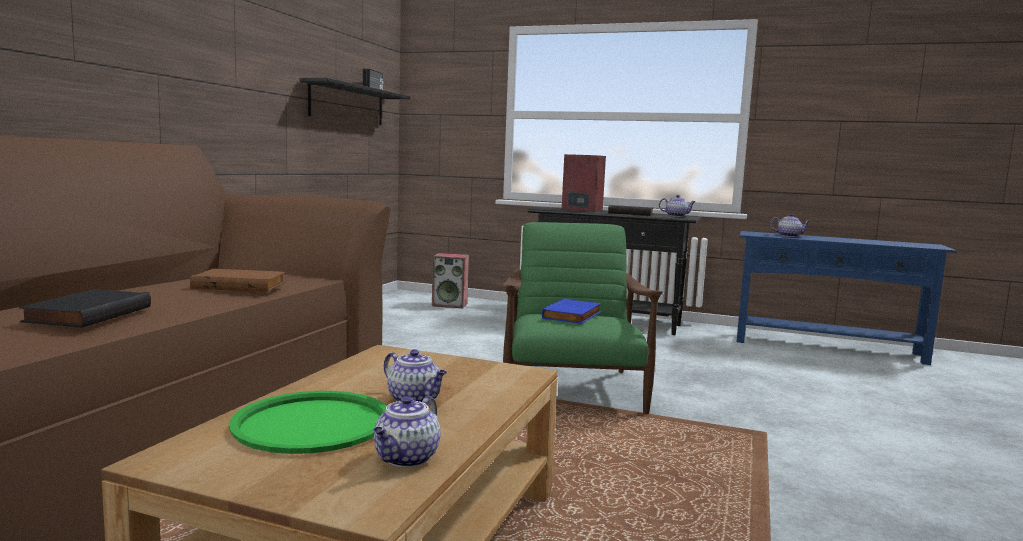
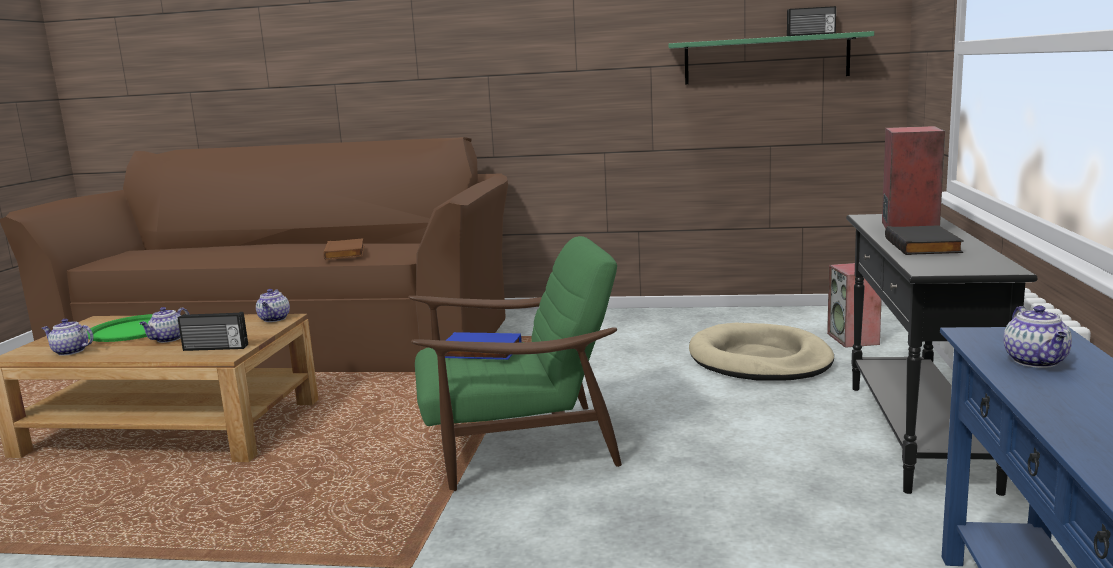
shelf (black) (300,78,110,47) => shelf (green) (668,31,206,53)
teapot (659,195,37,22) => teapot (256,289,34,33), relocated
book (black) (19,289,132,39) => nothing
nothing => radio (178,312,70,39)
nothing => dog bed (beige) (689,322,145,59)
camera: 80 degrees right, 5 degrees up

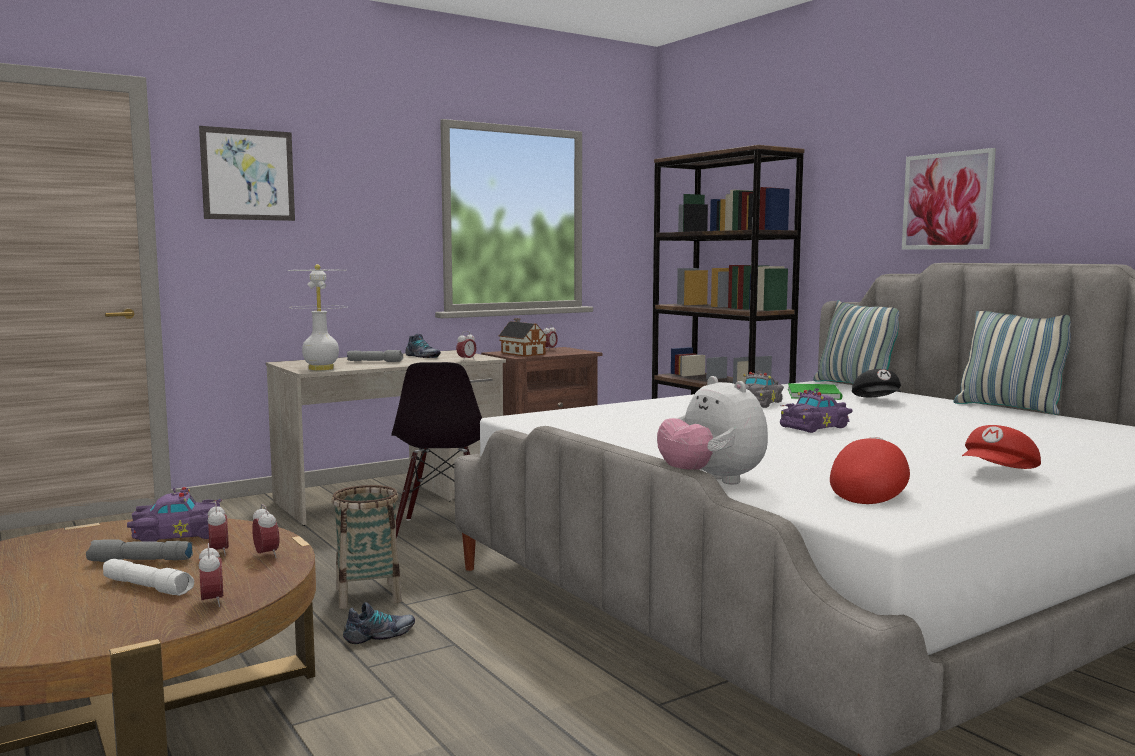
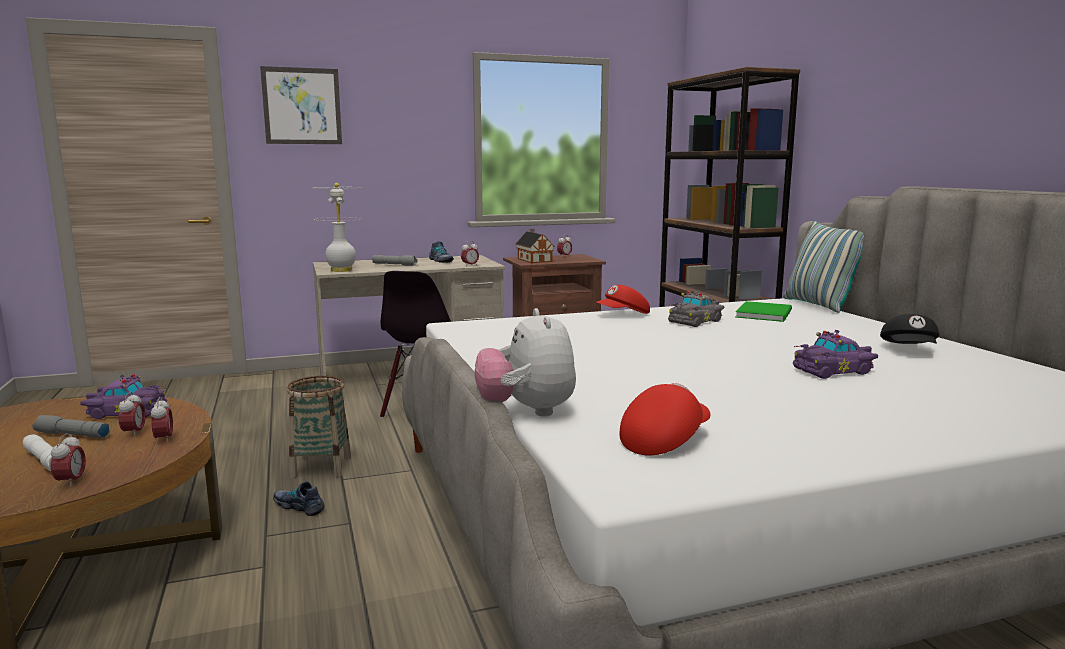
picture (902,148,94,102) => nothing
pillow (953,311,118,104) => nothing
cap (black) (852,369,49,28) => cap (black) (880,314,59,30), relocated
toy car (purple) (780,388,73,45) => toy car (purple) (793,330,85,49), relocated
cap (red) (962,425,79,44) => cap (red) (596,285,54,29), relocated
shoe (343,602,72,42) => shoe (273,481,52,35), 135 degrees counterclockwise
camera: 15 degrees right, 5 degrees up

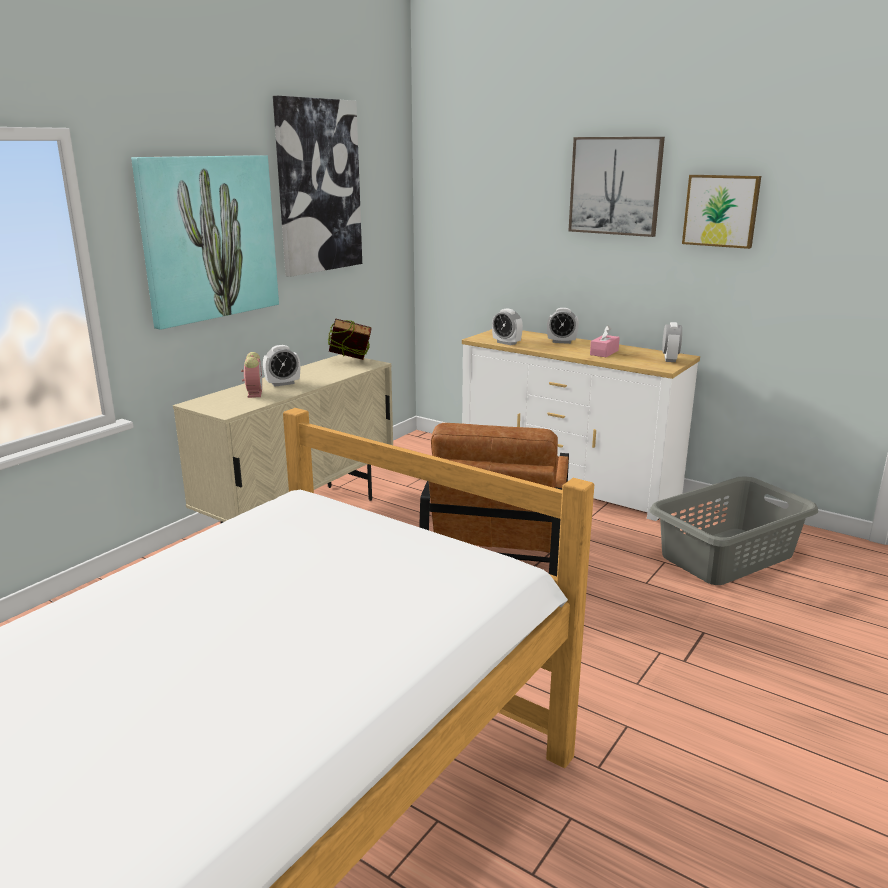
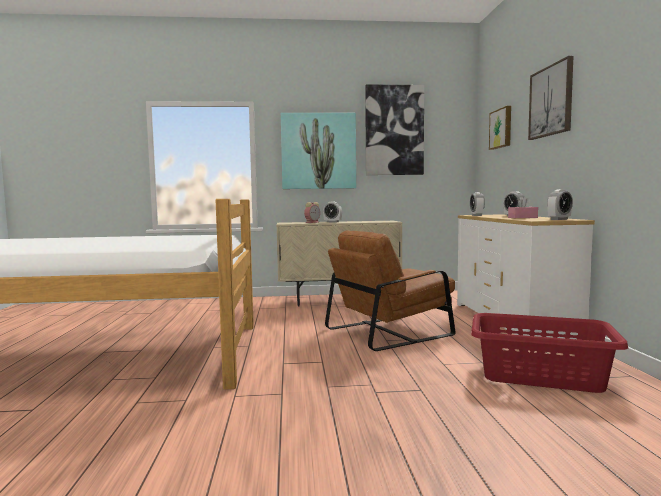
picture (682,175,79,74) => picture (489,106,22,44), relocated
book (328,318,43,42) => nothing
laundry basket (grey) (650,477,168,108) => laundry basket (red) (471,313,157,80)
camera: 50 degrees right, 15 degrees down

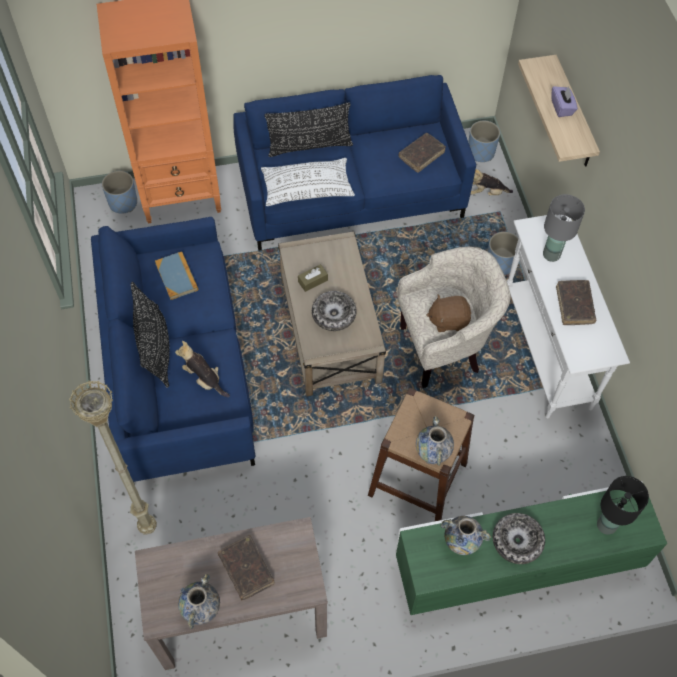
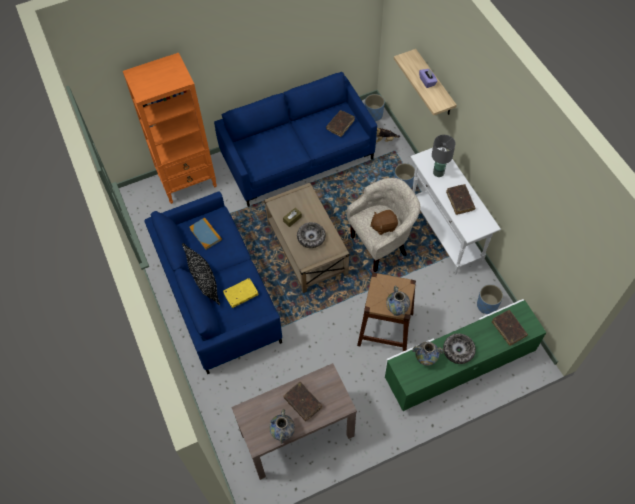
pillow (black) (264,103,89,54) => nothing
pillow (white) (261,158,94,48) => nothing
planter (blue) (102,171,35,43) => planter (blue) (477,284,26,30), relocated
plush toy (175,341,55,56) => book (yellow) (223,278,36,30)
floor lamp (beige) (69,380,88,155) => nothing
table lamp (black) (597,476,52,59) => book (brown) (492,310,36,36)
camera: 10 degrees left, 0 degrees up

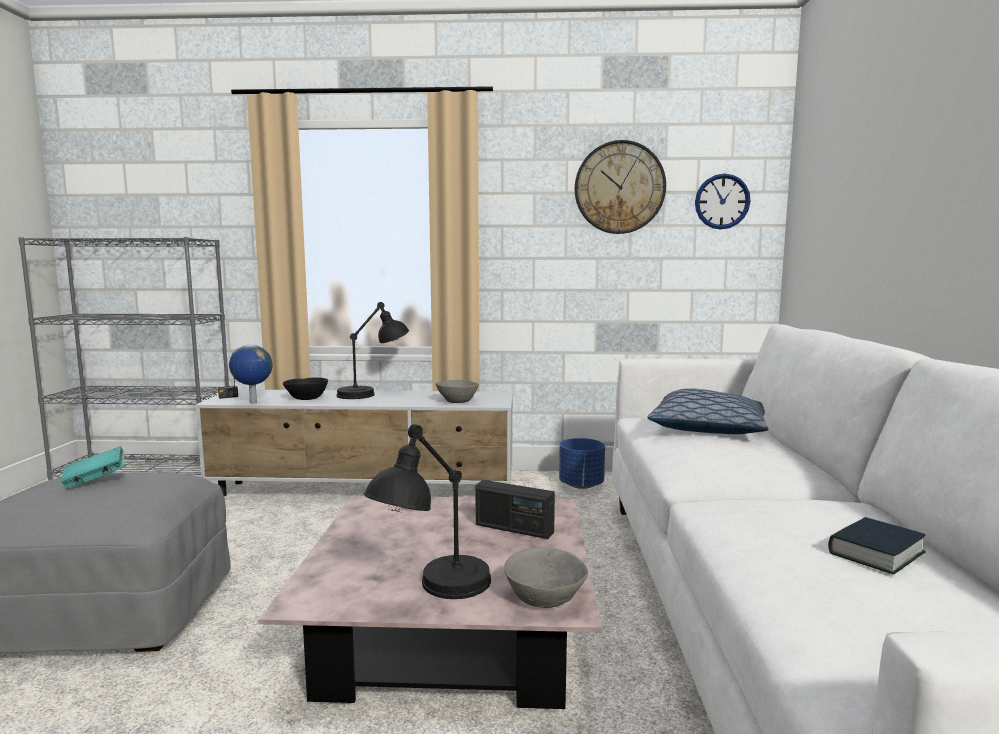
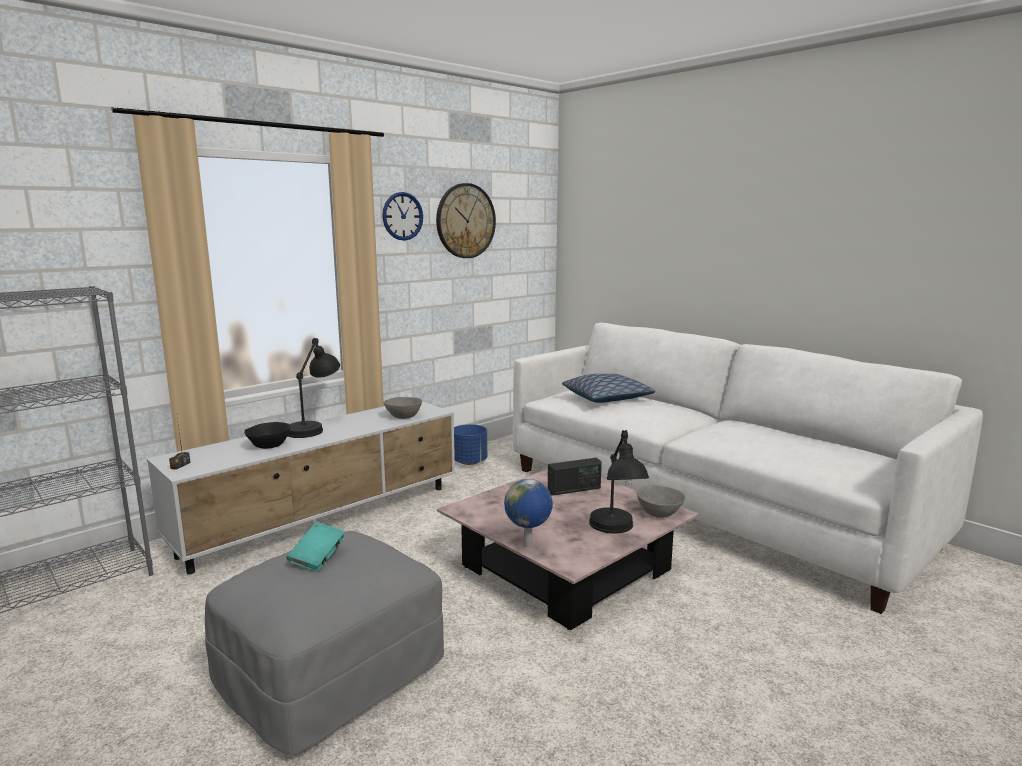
wall clock (695,173,56,57) => wall clock (382,192,41,49), relocated
globe (229,345,44,59) => globe (504,479,49,69), relocated
book (828,517,98,57) => nothing
camera: 45 degrees left, 5 degrees up

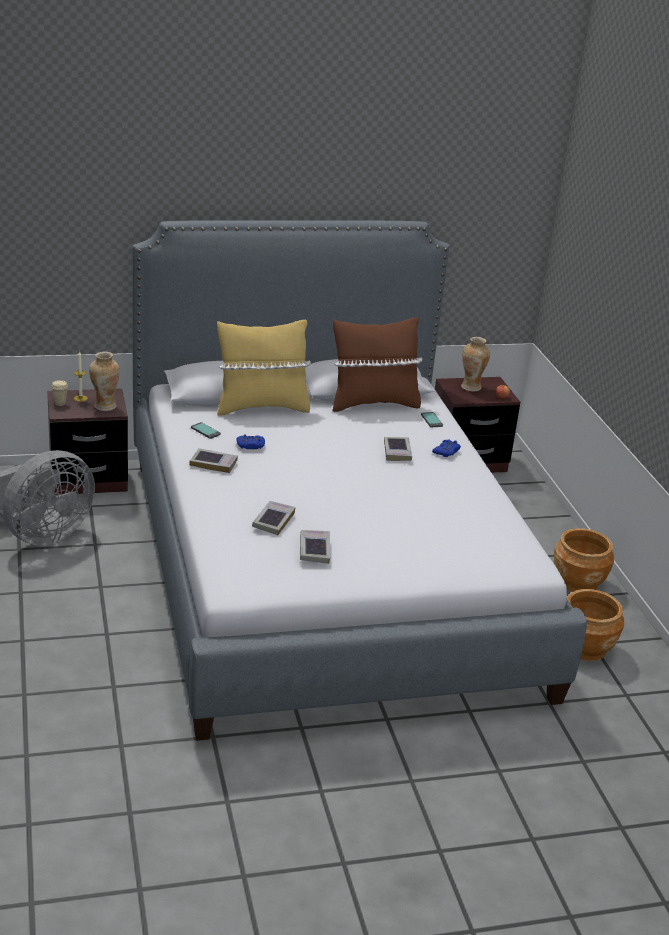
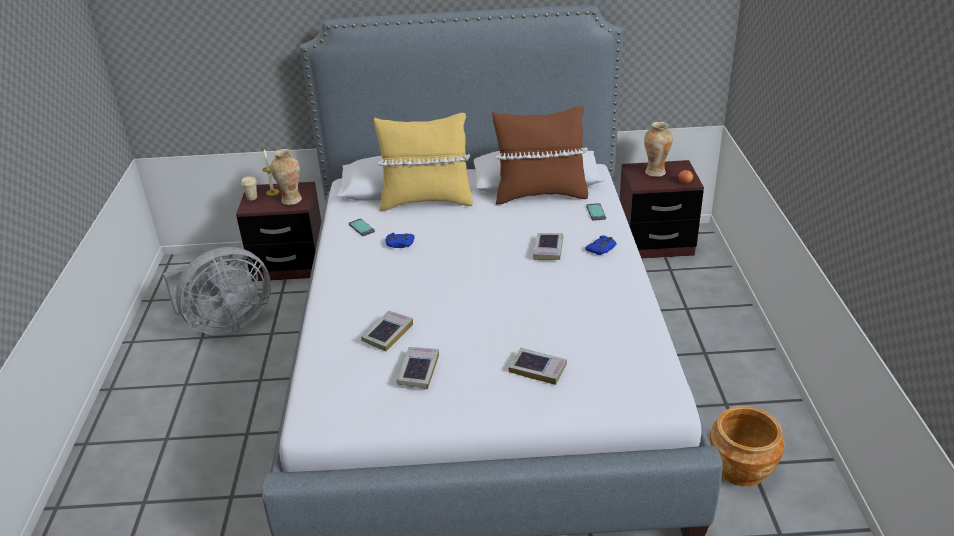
book (190,448,48,25) => book (508,348,59,37), relocated
planter (brown) (554,528,60,64) => nothing
camera: 15 degrees right, 5 degrees up

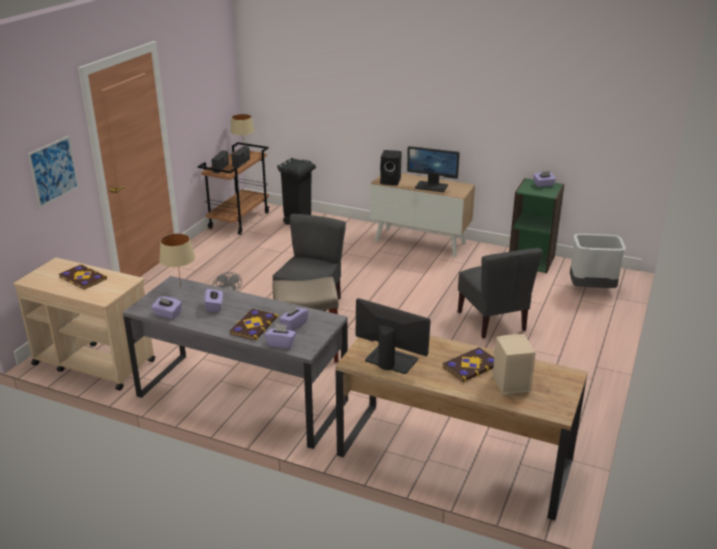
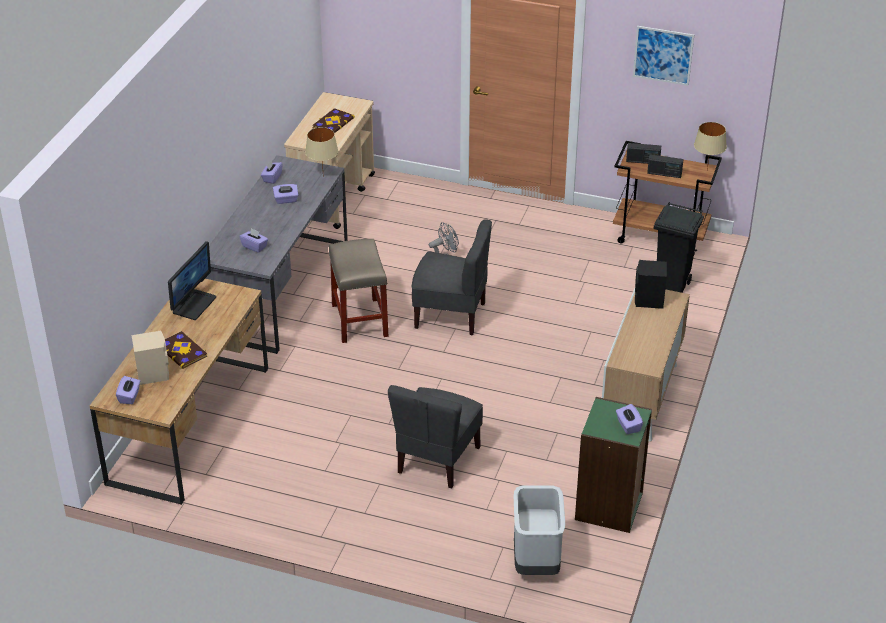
picture (28,136,51,72) => picture (633,26,61,60), relocated
monitor (407,146,53,46) => nothing
chair (grey) (458,248,85,91) => chair (grey) (388,385,95,103), 45 degrees counterclockwise
book (230,309,48,32) => nothing
tissue box (purple) (265,324,31,25) => tissue box (purple) (116,376,24,28), relocated
camera: 85 degrees right, 10 degrees up

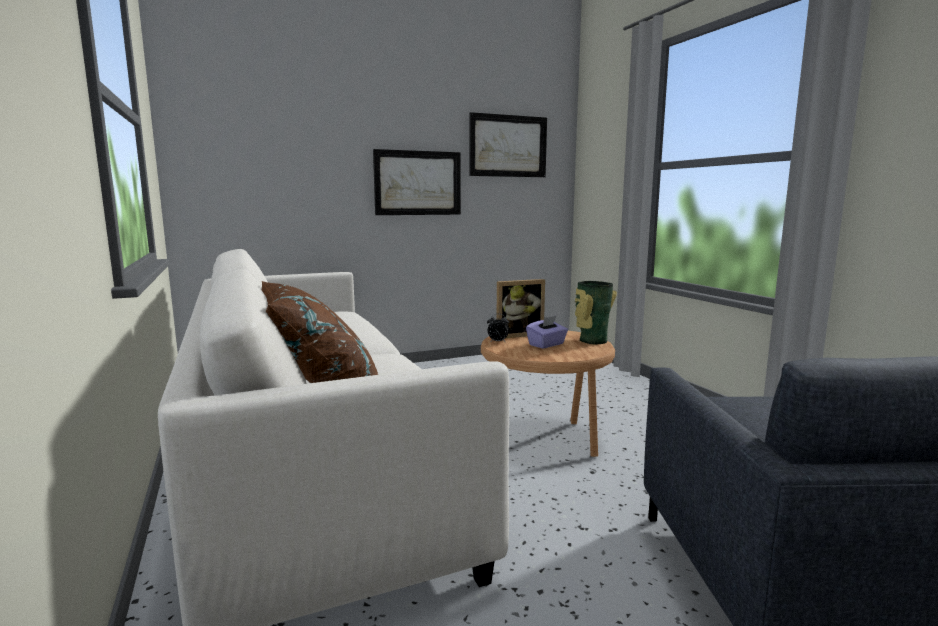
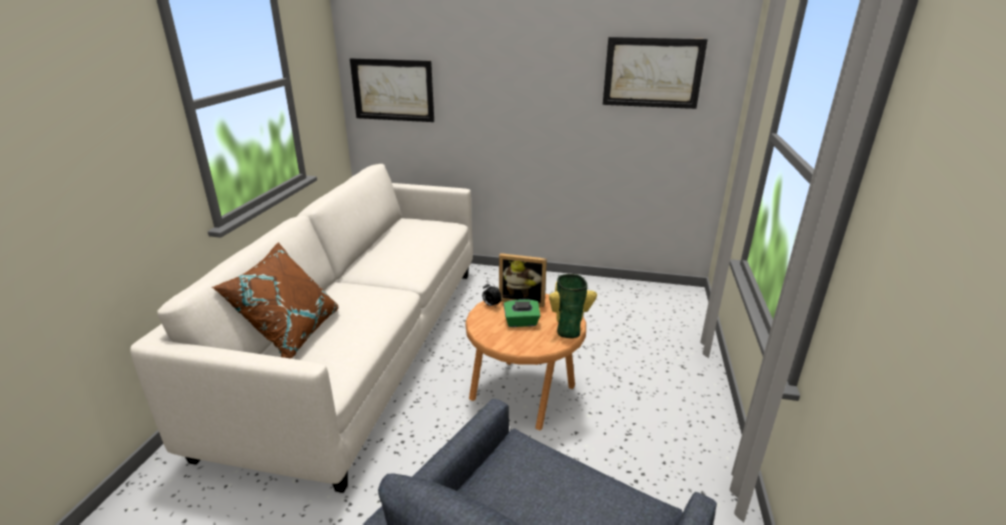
picture (373,149,88,66) => picture (350,58,84,64), relocated
tissue box (purple) (526,316,42,33) => tissue box (green) (504,299,36,28)
camera: 35 degrees right, 15 degrees up

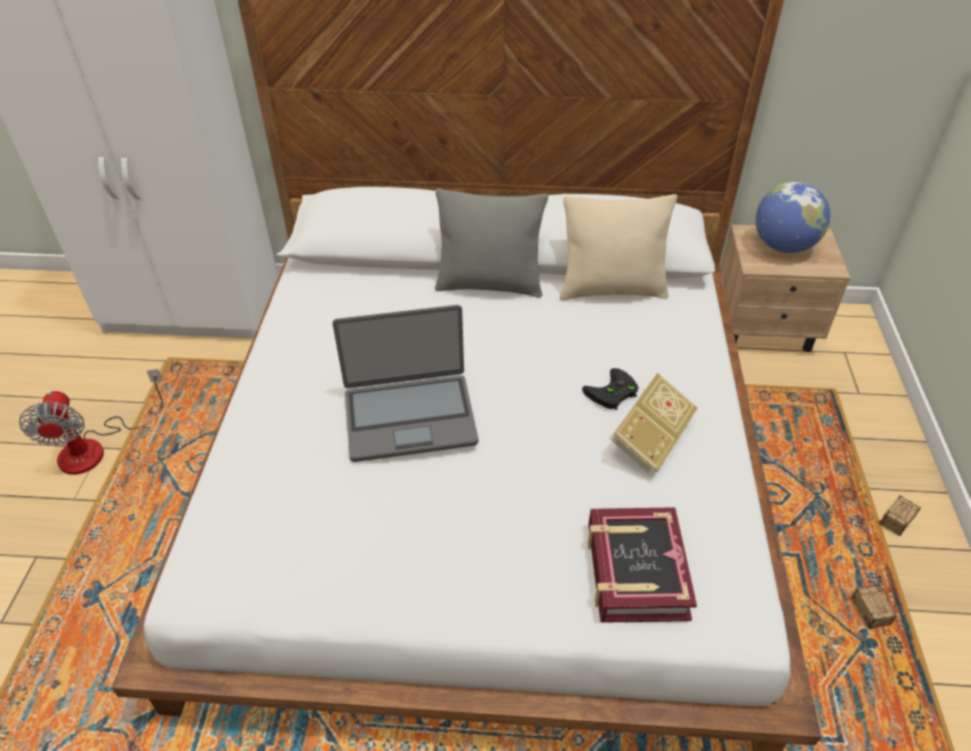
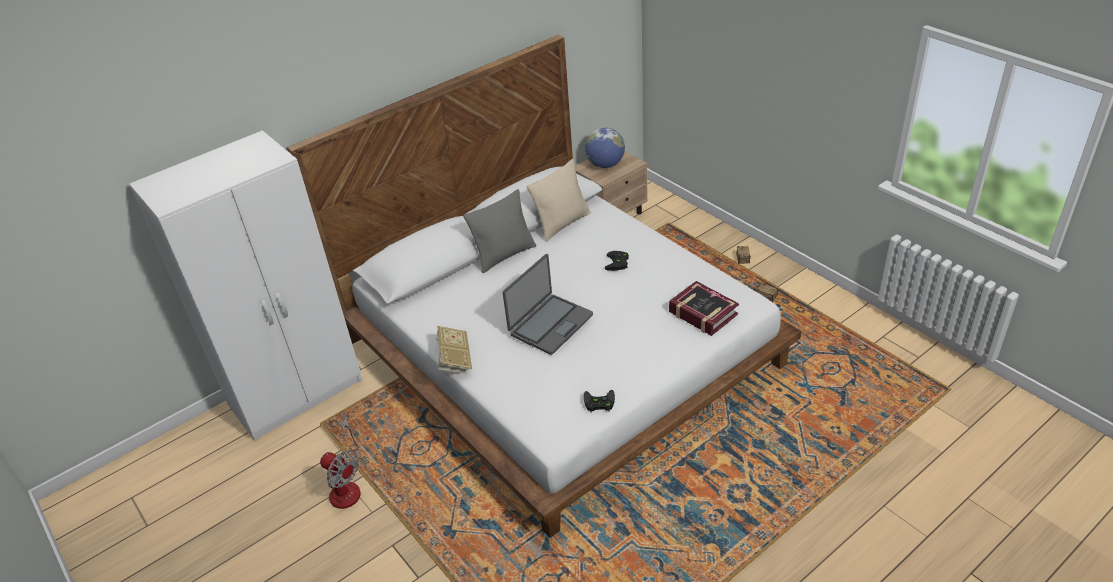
book (609,373,88,99) => book (435,326,37,48), relocated
nothing => game controller (black) (584,390,31,23)
camera: 40 degrees left, 5 degrees down

